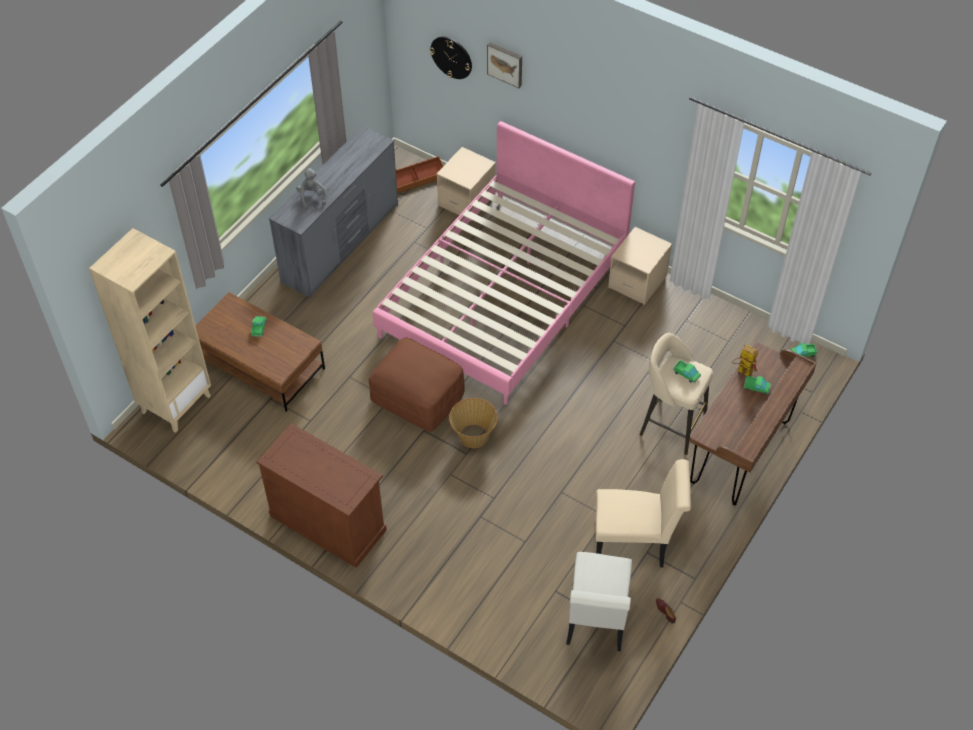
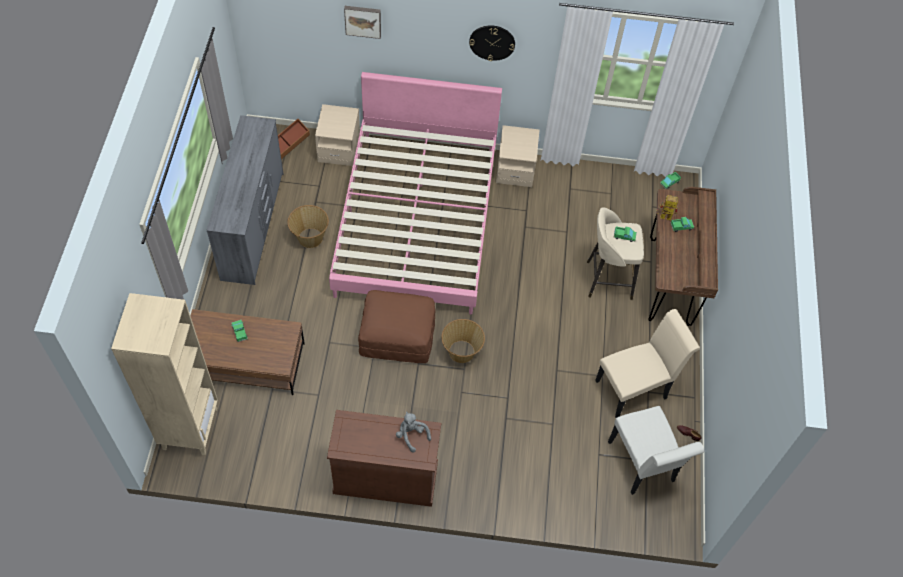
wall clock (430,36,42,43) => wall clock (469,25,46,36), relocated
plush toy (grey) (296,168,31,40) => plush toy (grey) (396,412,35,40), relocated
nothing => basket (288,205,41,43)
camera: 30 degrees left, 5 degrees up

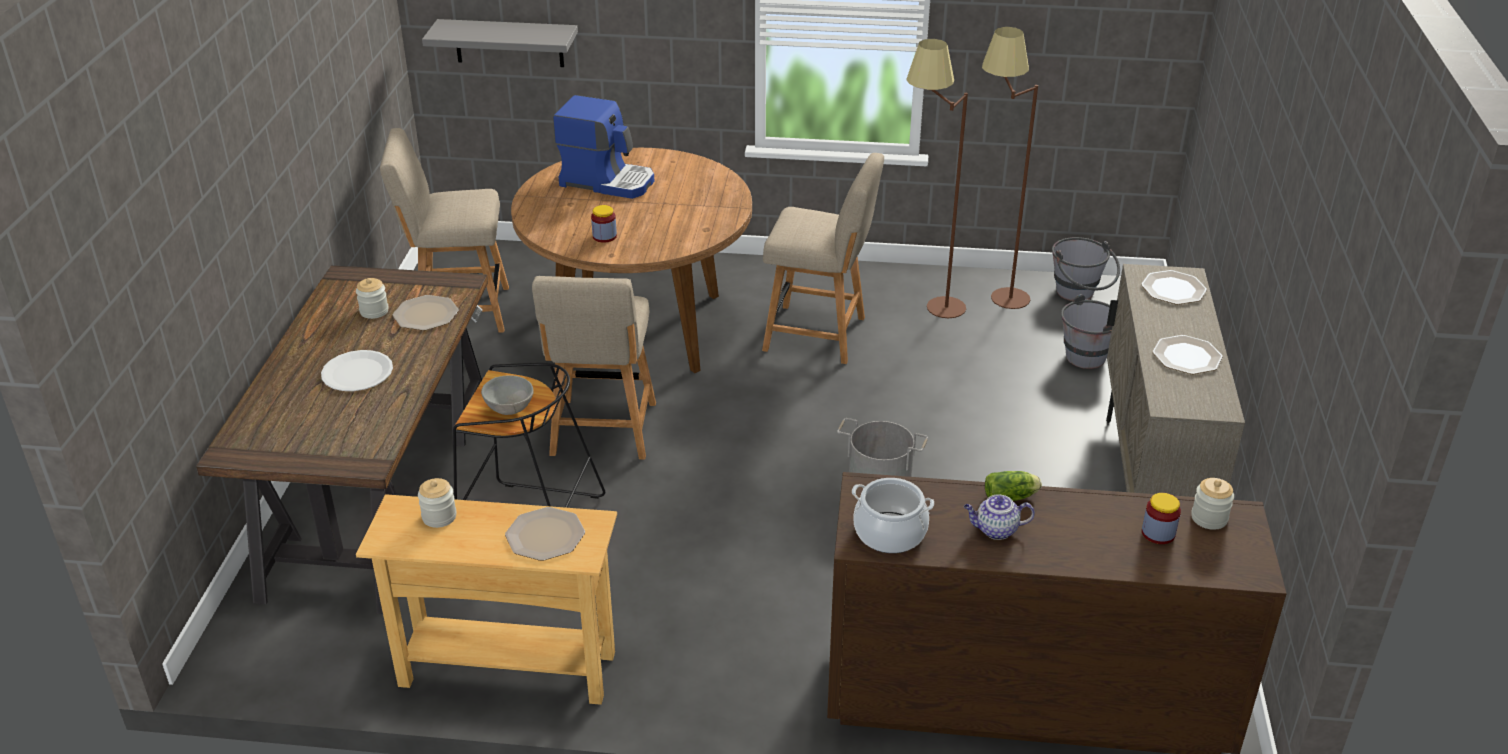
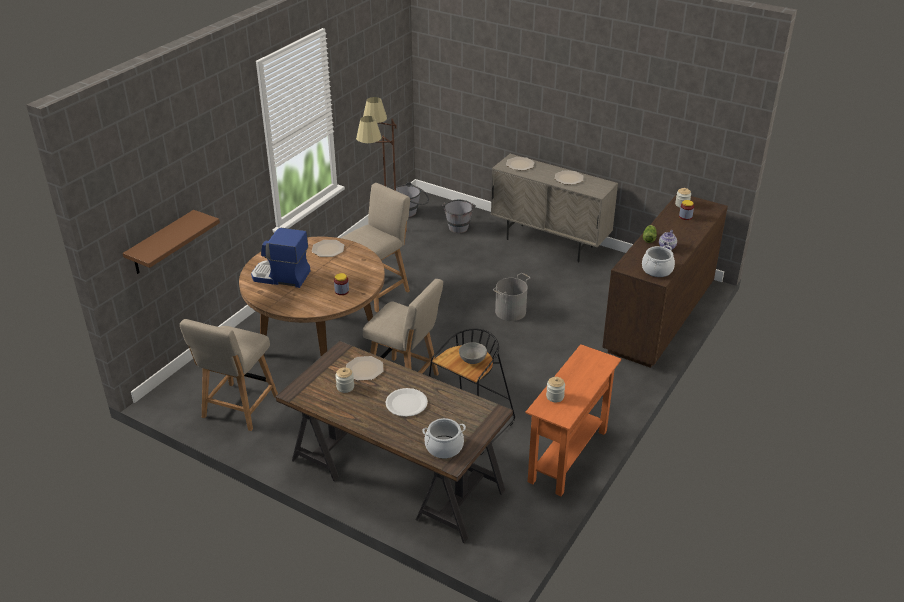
shelf (grey) (422,19,156,48) => shelf (brown) (123,210,97,64)
coffee machine (553,95,101,104) => coffee machine (251,227,60,61), 120 degrees counterclockwise
console table (beige) (356,494,261,211) => console table (orange) (526,344,95,152)
plate (505,507,80,54) => plate (312,240,32,17), relocated
nothing => cooking pot (422,418,44,41)
camera: 65 degrees left, 0 degrees up

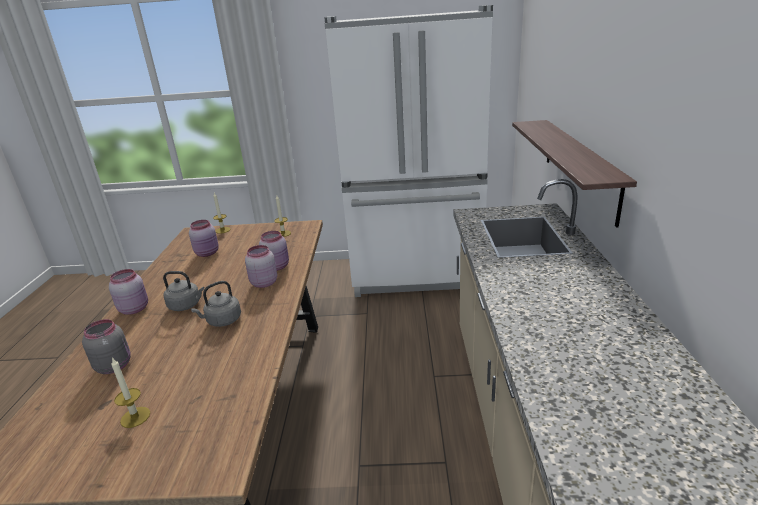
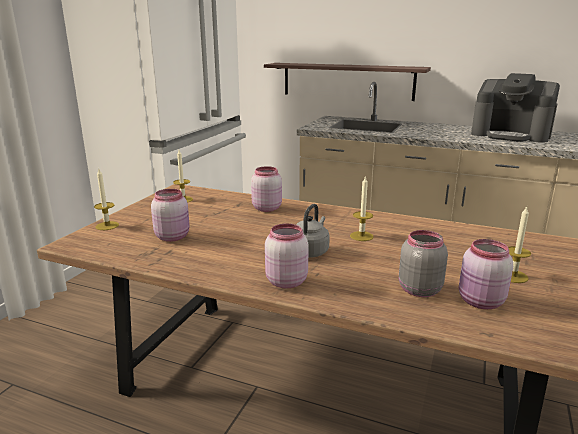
jar (pink) (245,245,32,43) => jar (pink) (459,239,54,70), relocated
kettle (grey) (191,281,50,46) => candle (350,175,24,66)
nothing => coffee machine (471,73,89,70)
camera: 70 degrees left, 5 degrees down

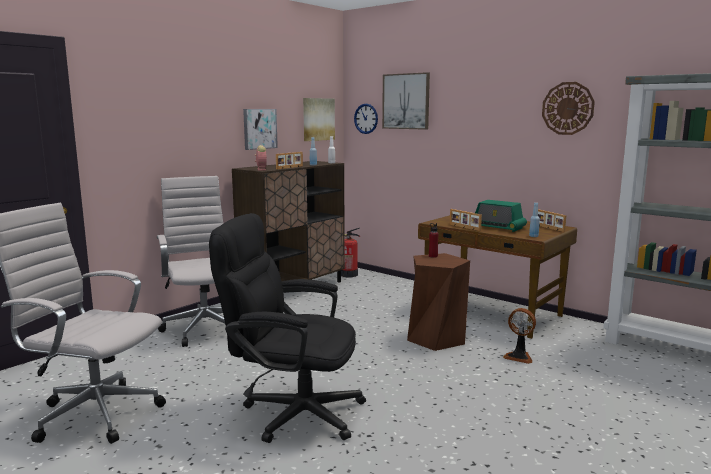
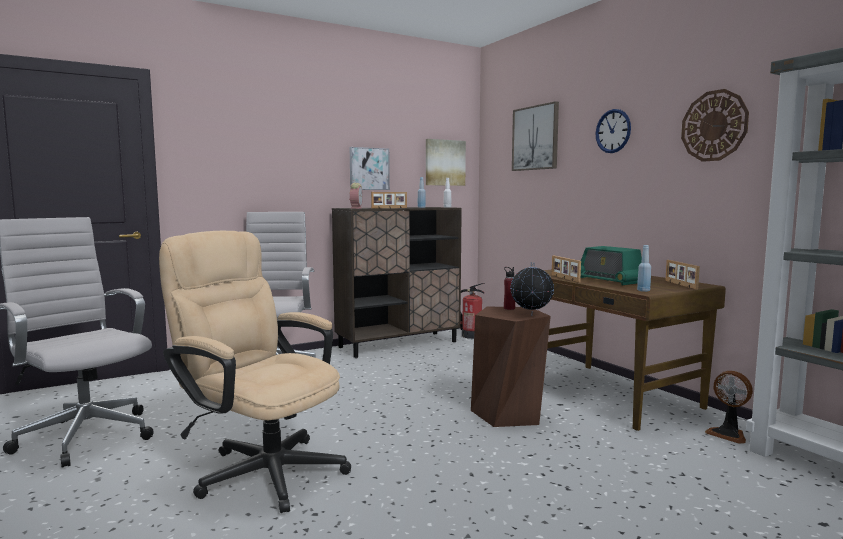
wall clock (354,104,24,30) => wall clock (595,109,36,44), relocated
office chair (black) (209,213,157,230) => office chair (beige) (159,231,192,282)
fan (503,308,33,56) => fan (705,371,48,73), relocated
nothing => globe (511,262,43,54)
camera: 20 degrees right, 5 degrees down

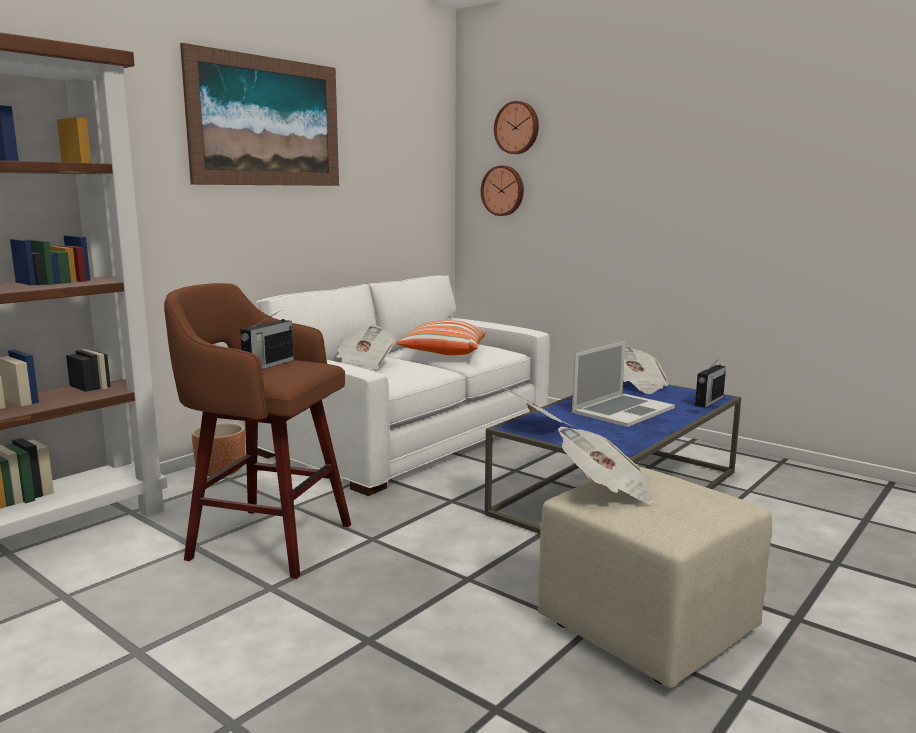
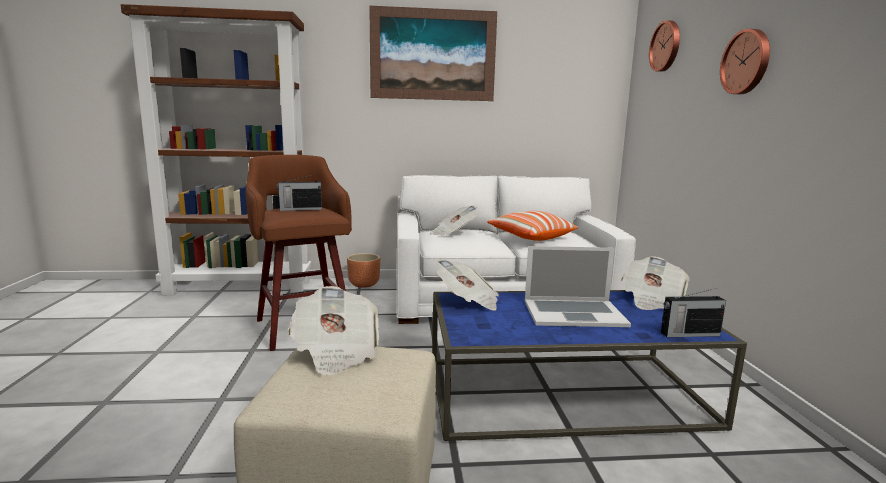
wall clock (481,165,43,51) => wall clock (720,29,50,65), relocated
camera: 45 degrees right, 0 degrees up

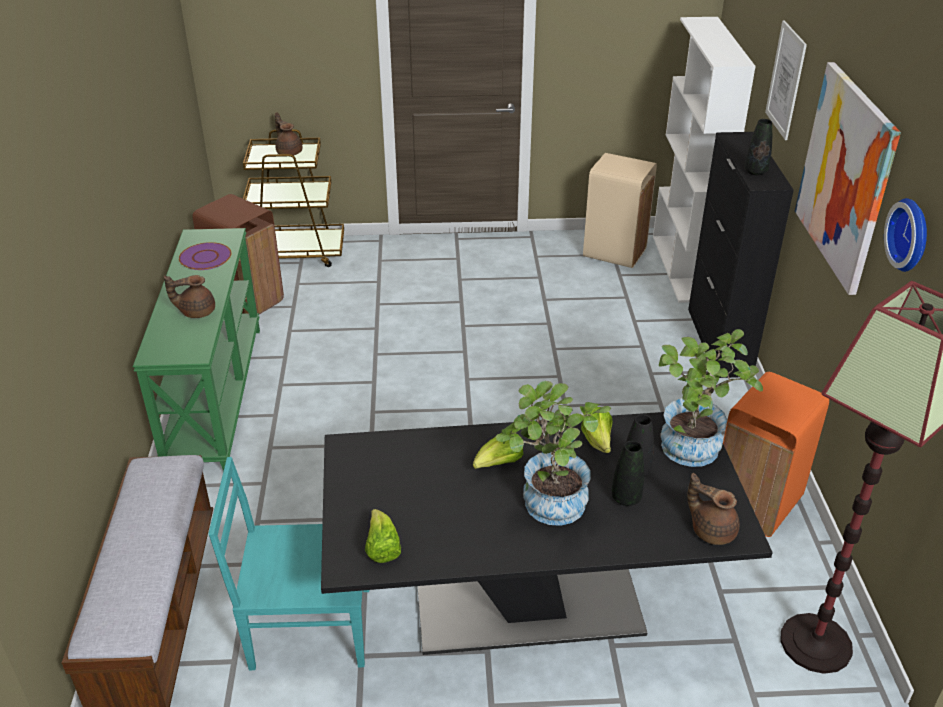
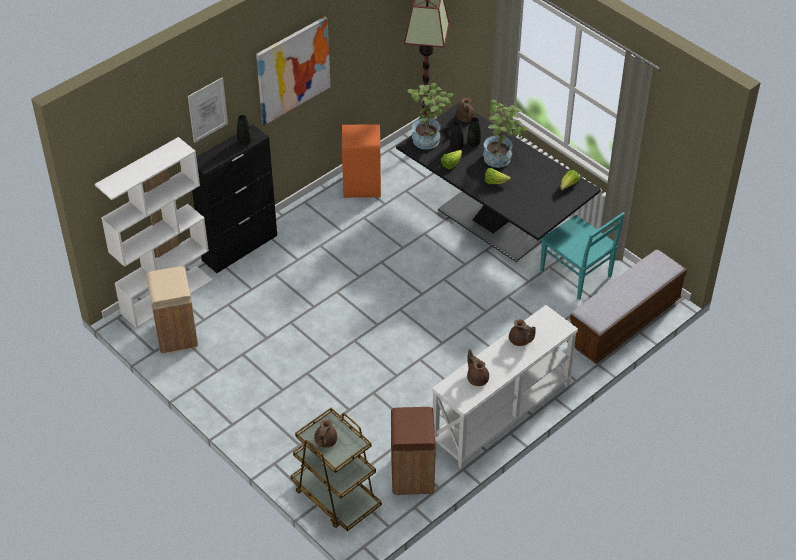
wall clock (884,198,43,74) => nothing
console table (green) (133,228,127,243) => console table (white) (432,305,146,164)
plate (purple) (179,242,53,28) => teapot (brown) (467,349,22,37)
camera: 130 degrees left, 10 degrees up

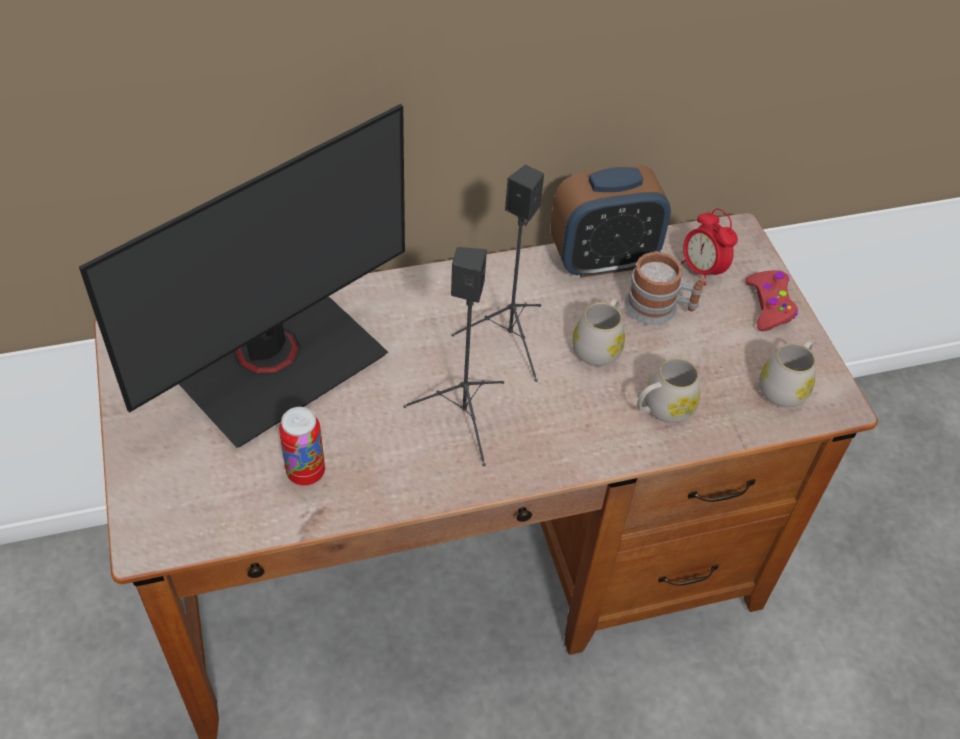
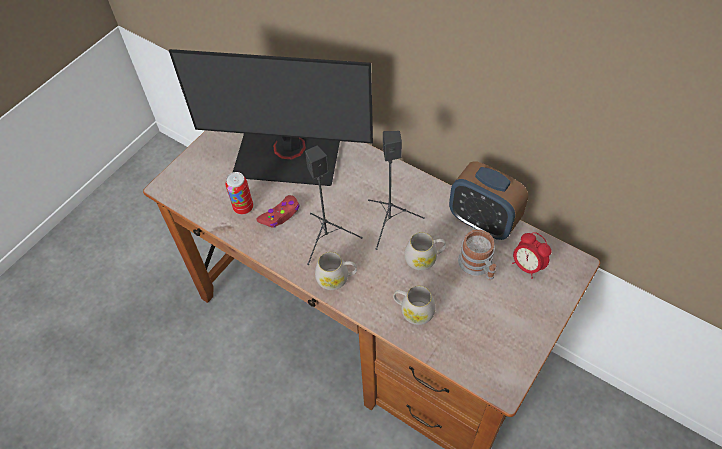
alarm clock (681,208,57,77) => alarm clock (512,232,40,47), 60 degrees counterclockwise
game controller (red) (745,271,53,60) => game controller (red) (256,195,44,33), relocated
mug (white) (759,341,57,66) => mug (white) (315,252,42,38), relocated
camera: 55 degrees right, 5 degrees up

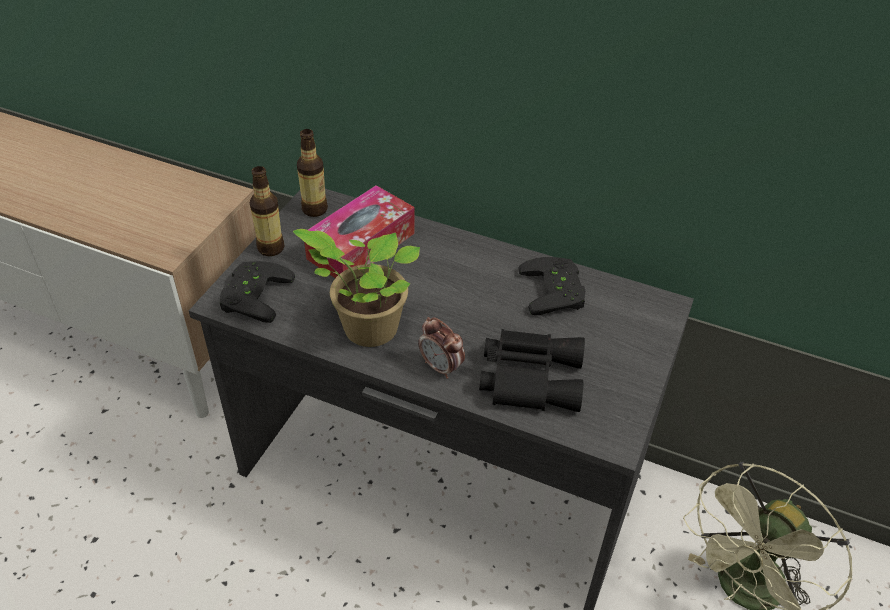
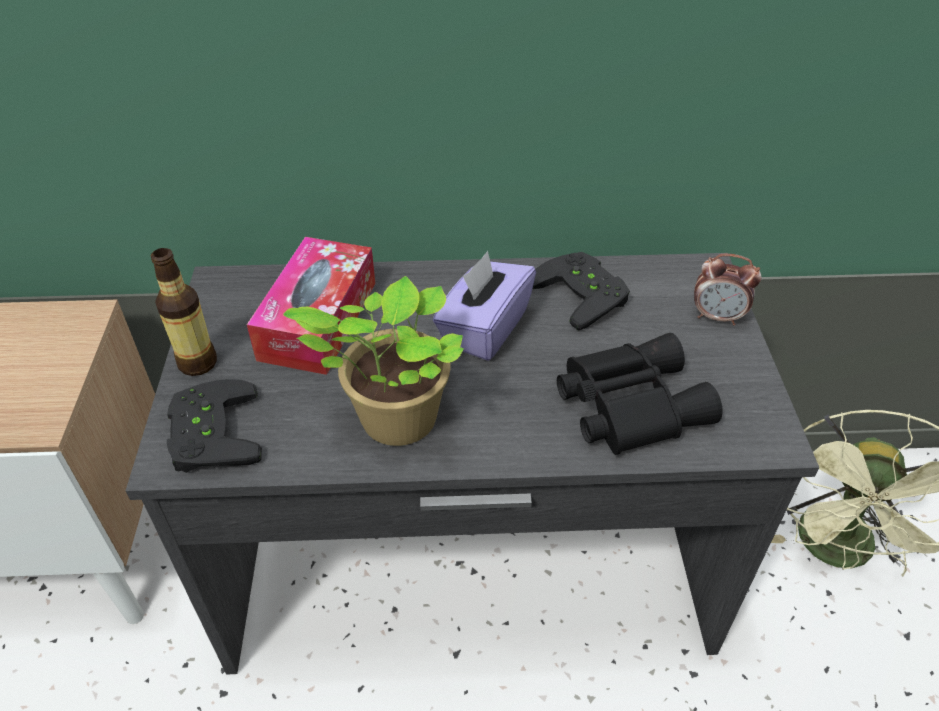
bottle (297,129,31,88) => nothing
alarm clock (418,317,47,62) => alarm clock (694,254,67,71), relocated
nothing => tissue box (purple) (433,251,103,110)
camera: 25 degrees left, 0 degrees up

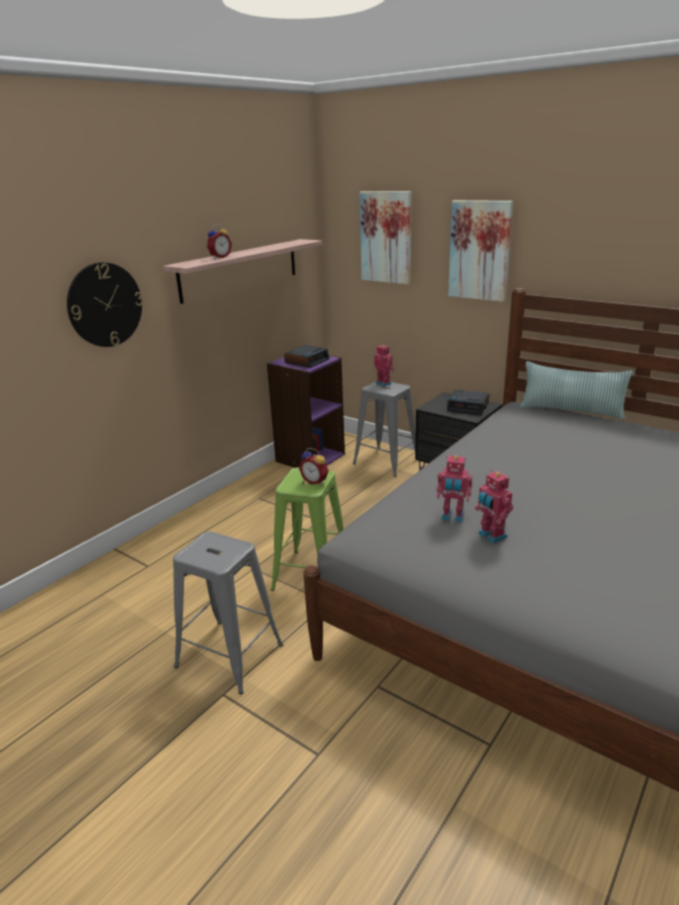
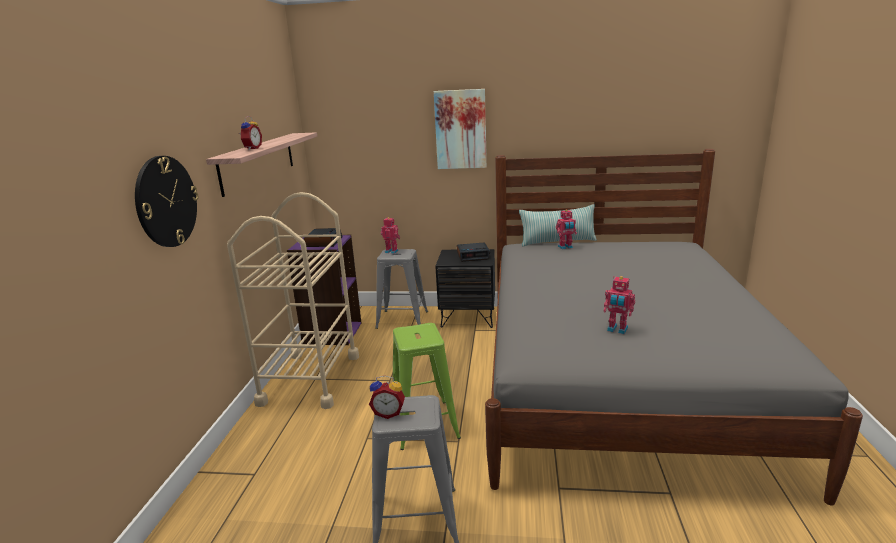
picture (360,191,51,93) => nothing
alarm clock (299,448,30,37) => alarm clock (369,375,36,44), relocated
toy robot (437,456,35,66) => toy robot (556,209,21,40), relocated
nothing => cart (beige) (227,192,132,217)
camera: 30 degrees left, 5 degrees down

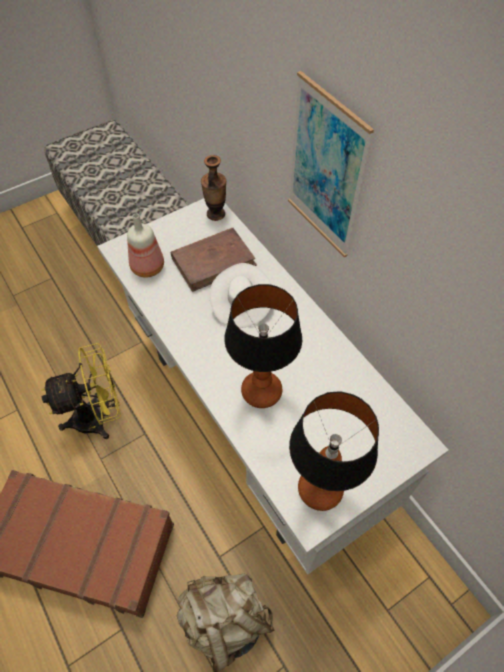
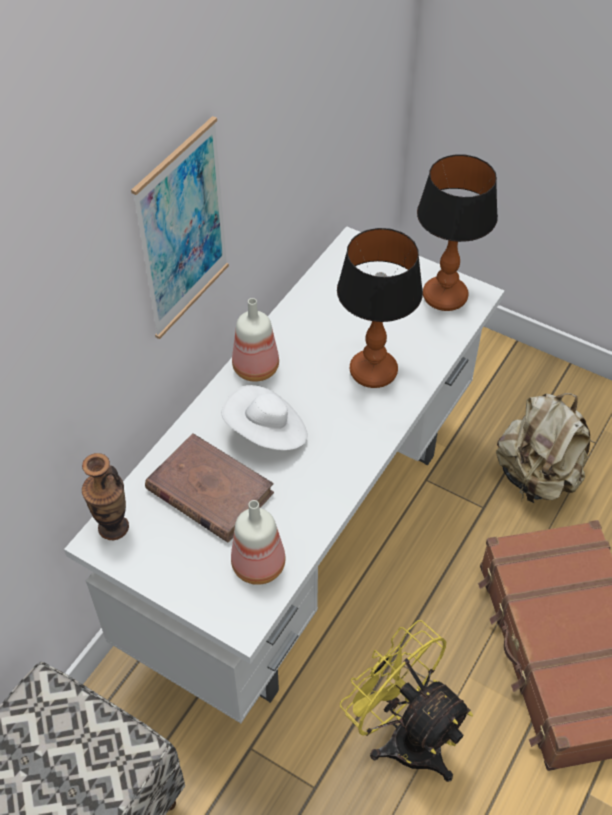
nothing => bottle (232,298,47,84)
camera: 115 degrees left, 5 degrees down

